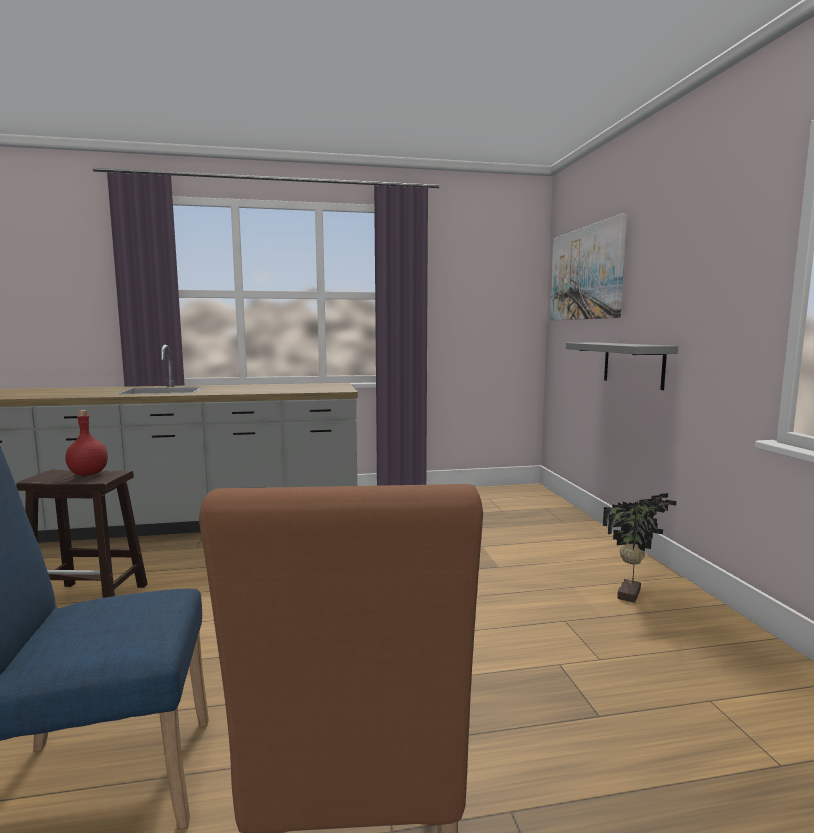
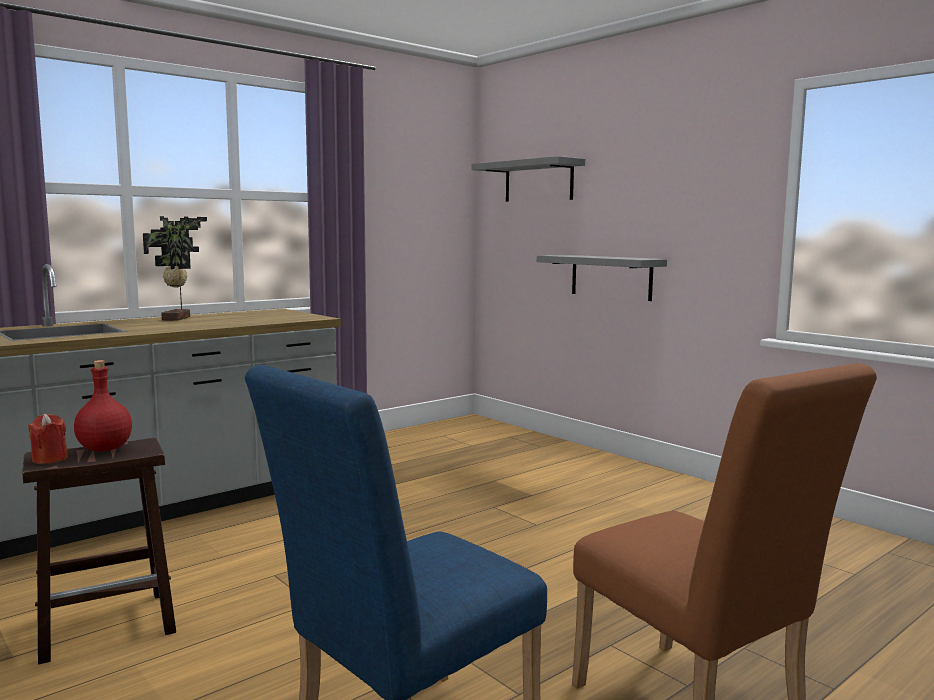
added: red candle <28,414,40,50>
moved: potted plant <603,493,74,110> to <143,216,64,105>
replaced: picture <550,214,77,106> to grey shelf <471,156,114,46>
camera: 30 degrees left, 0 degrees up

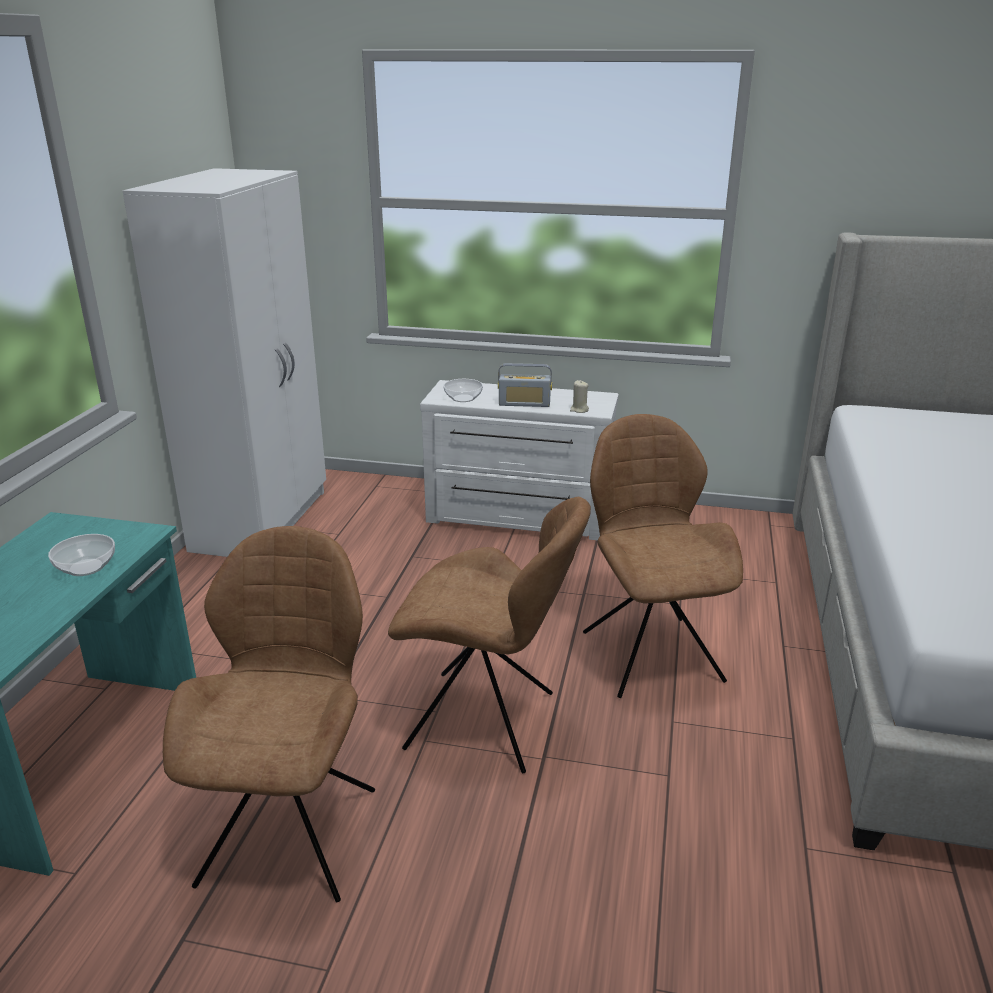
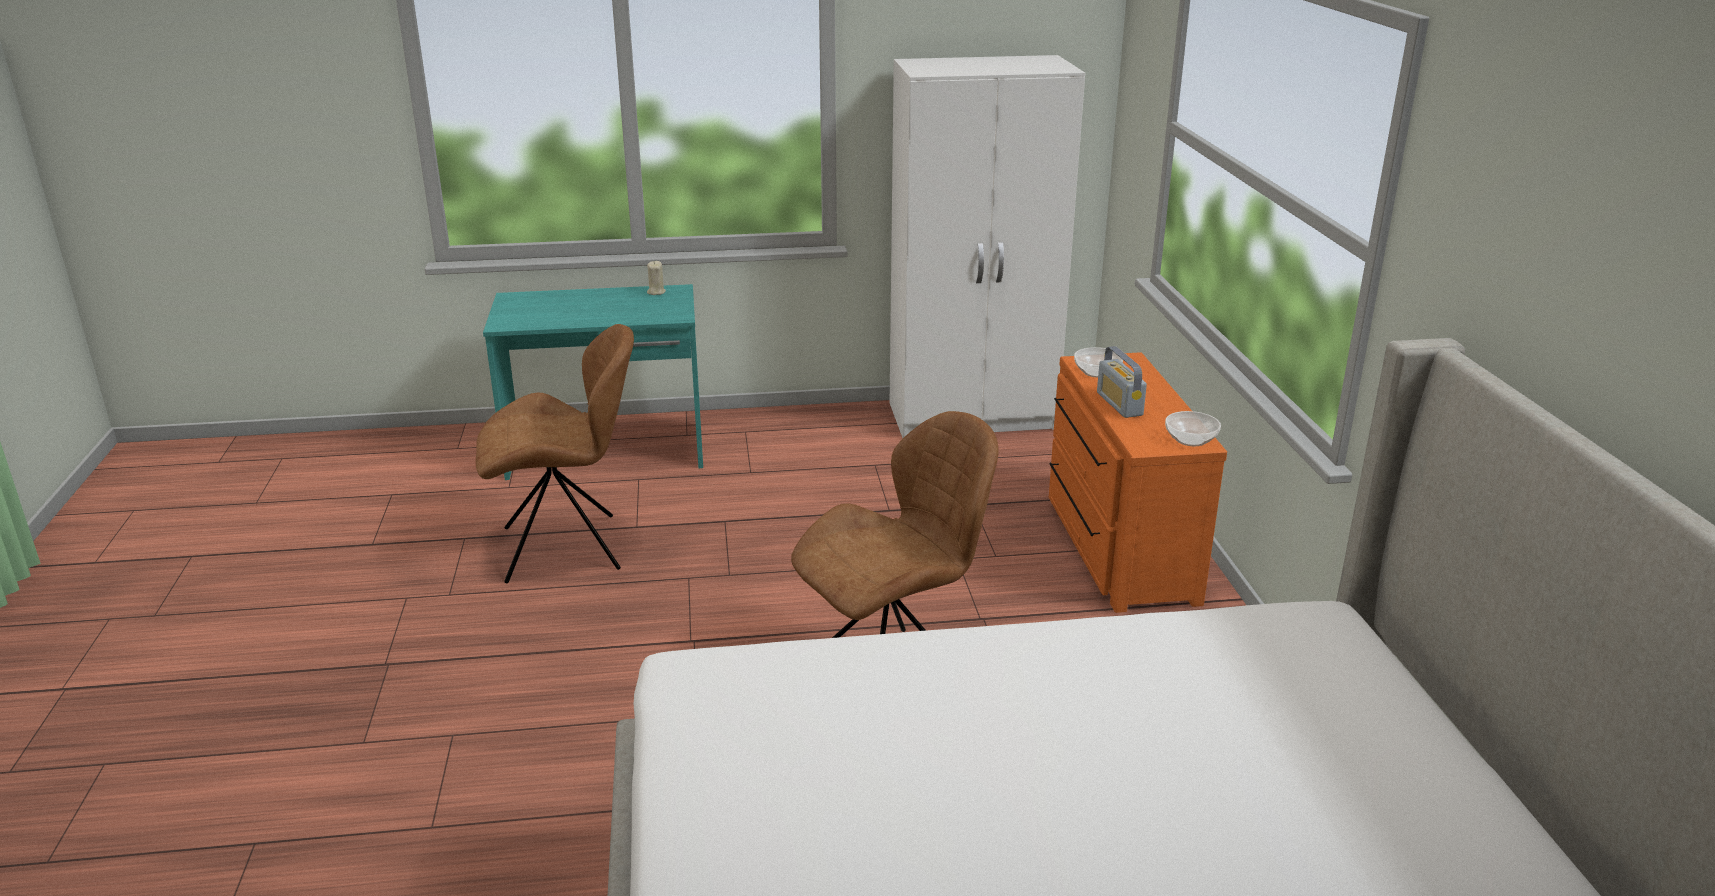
removed: brown chair <388,497,203,276>
moved: bowl <48,534,67,42> to <1165,411,56,35>; beige candle <570,380,19,33> to <647,261,19,34>
recoloured: white dresser <420,380,199,160> to orange dresser <1049,352,178,261>
camera: 70 degrees right, 0 degrees up

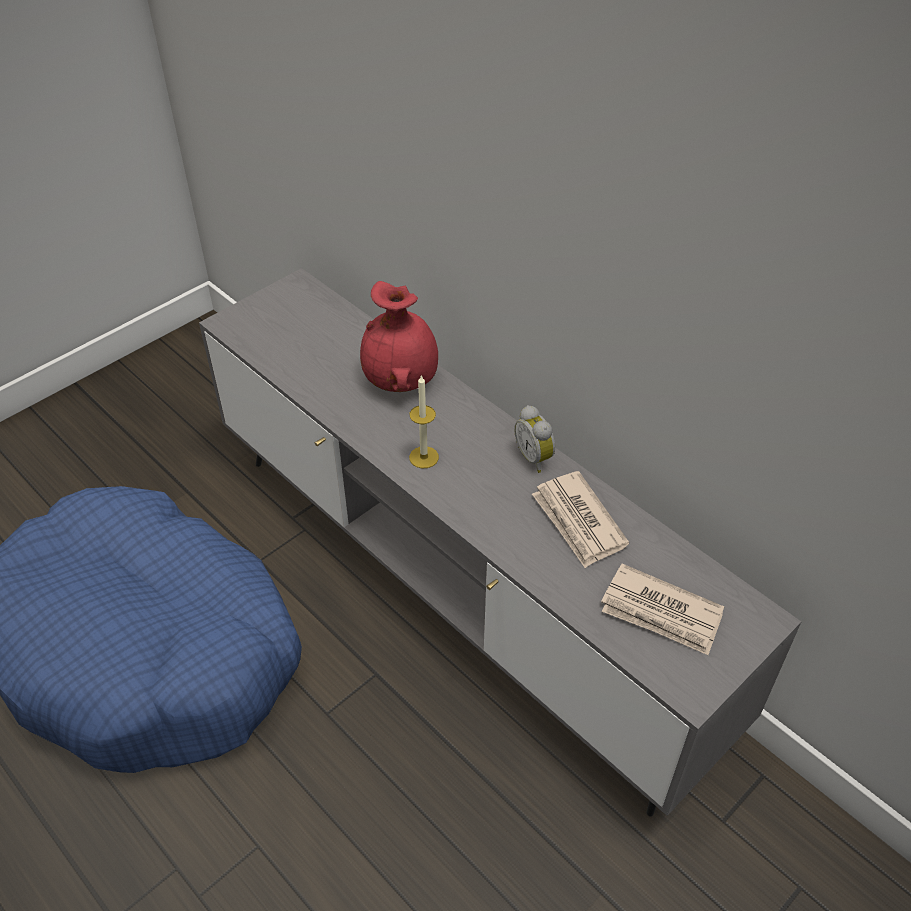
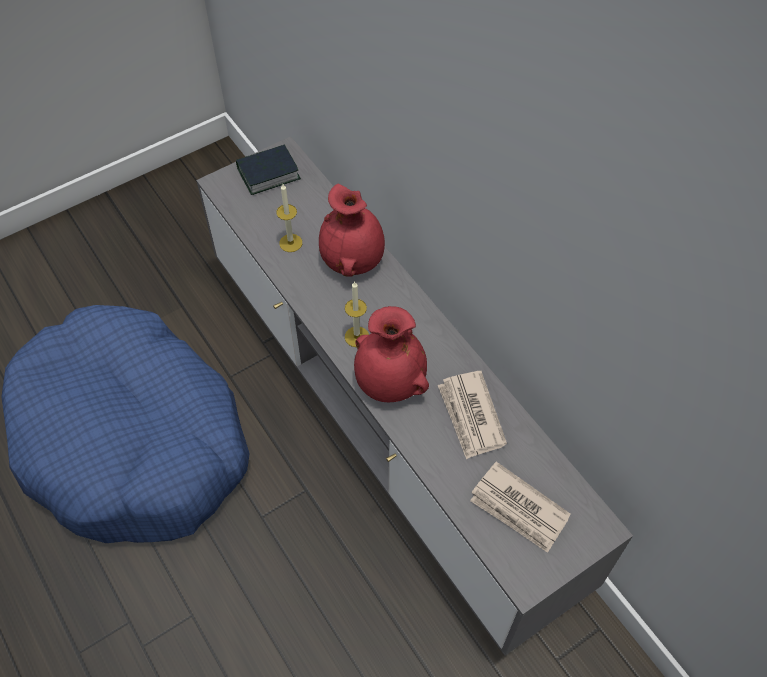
removed: alarm clock <514,405,41,68>
added: book <236,144,65,51>; candle <277,184,25,68>; red vase <354,306,75,96>
camera: 10 degrees right, 10 degrees up

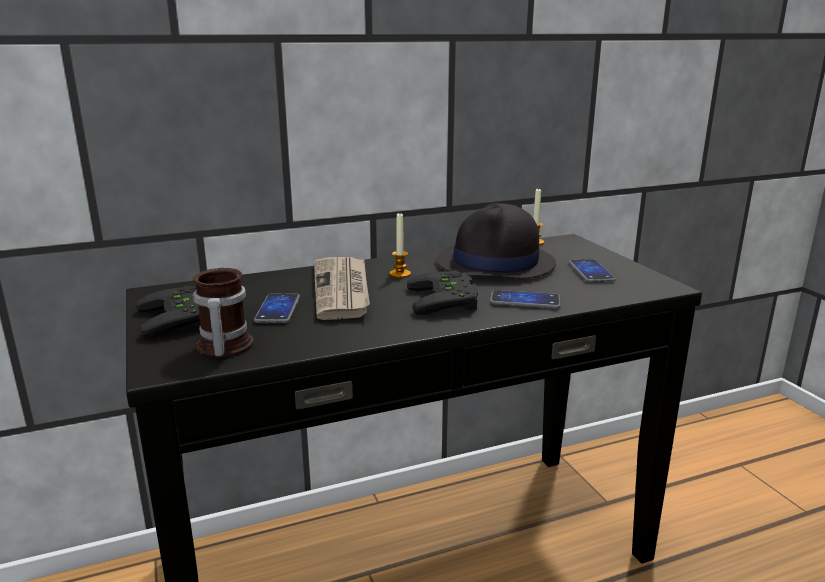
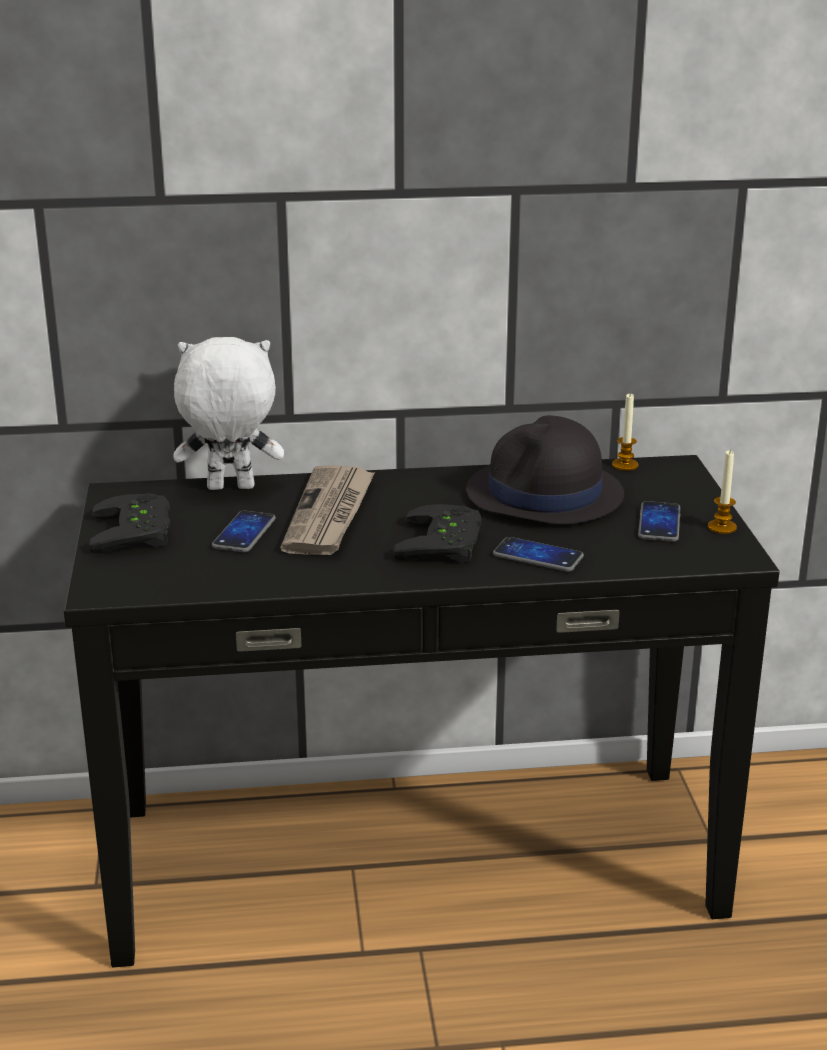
removed: mug <193,268,61,90>
added: white plush toy <173,337,111,153>
moved: candle <389,213,22,65> to <708,450,29,84>
camera: 15 degrees right, 5 degrees up

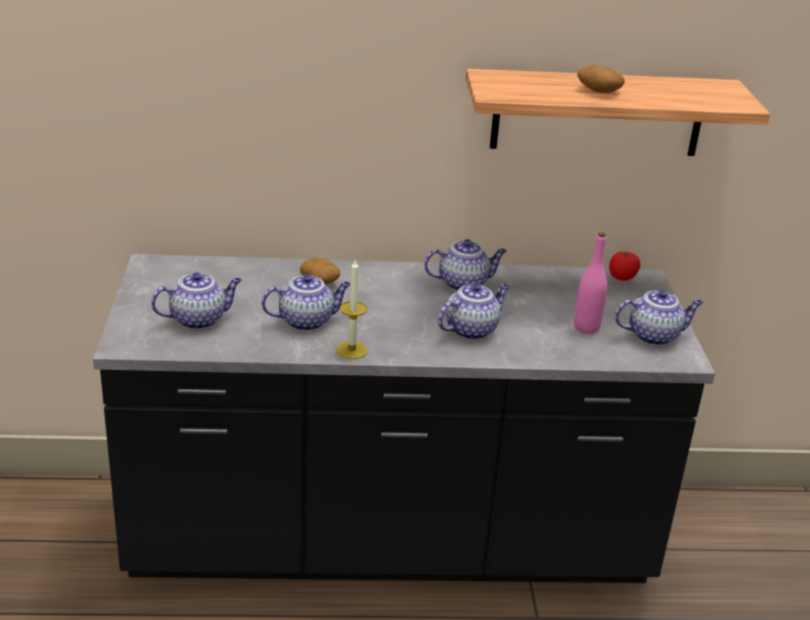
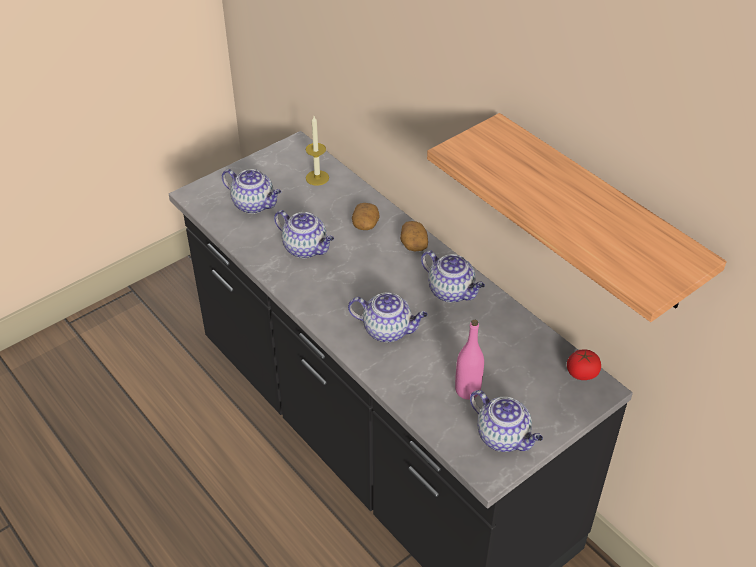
moved: candle <336,259,32,100> to <306,116,23,70>; potato <578,65,47,28> to <400,221,28,30>
camera: 55 degrees right, 15 degrees up

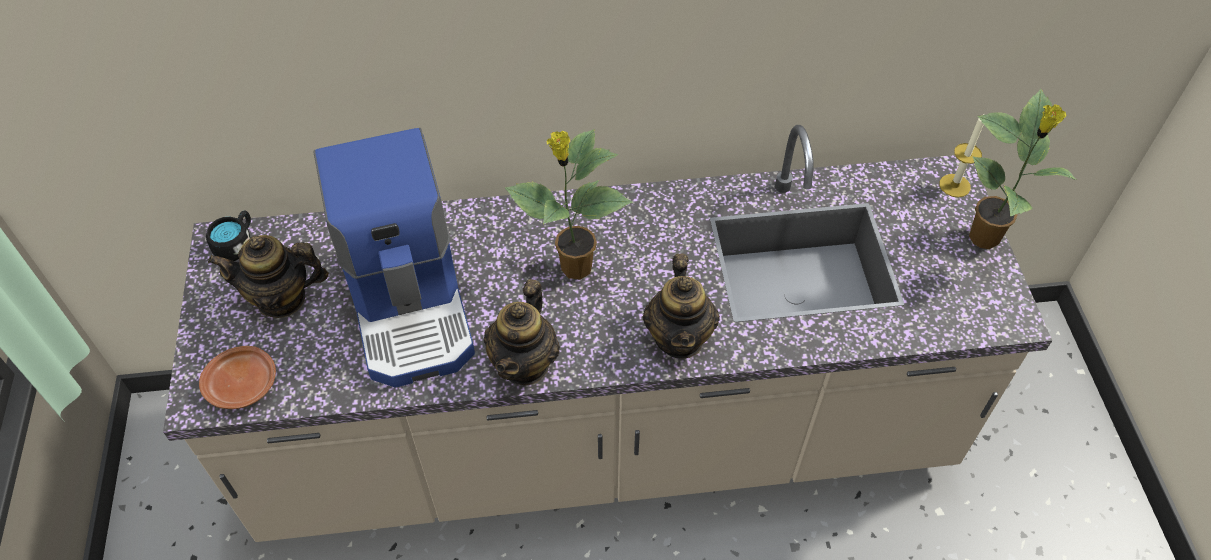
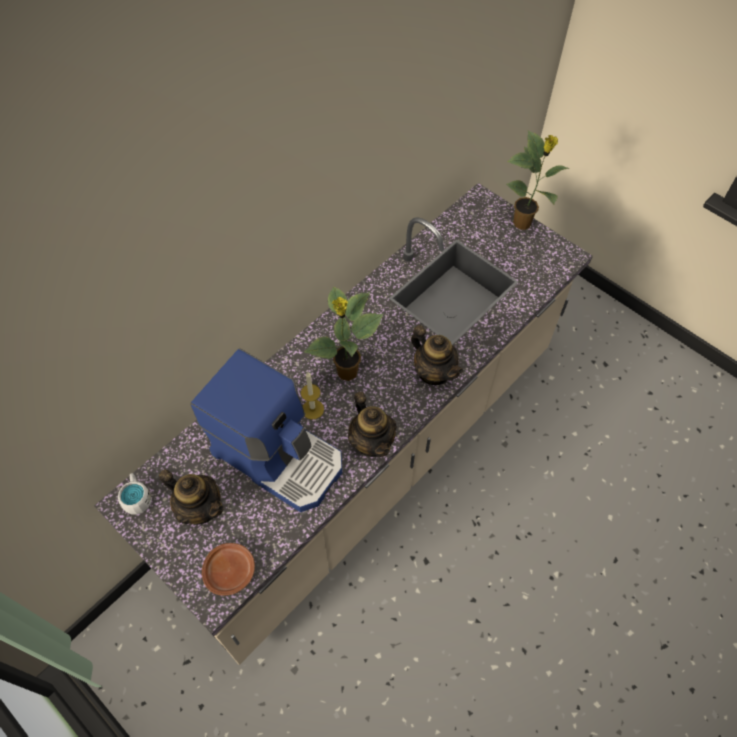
moved: candle <939,114,45,83> to <301,372,23,48>
recoloured: black mug <206,210,45,51> to white mug <118,473,34,42>
turned: teapot <208,235,121,83> = <159,469,65,56> 105 degrees counterclockwise
camera: 40 degrees left, 5 degrees up

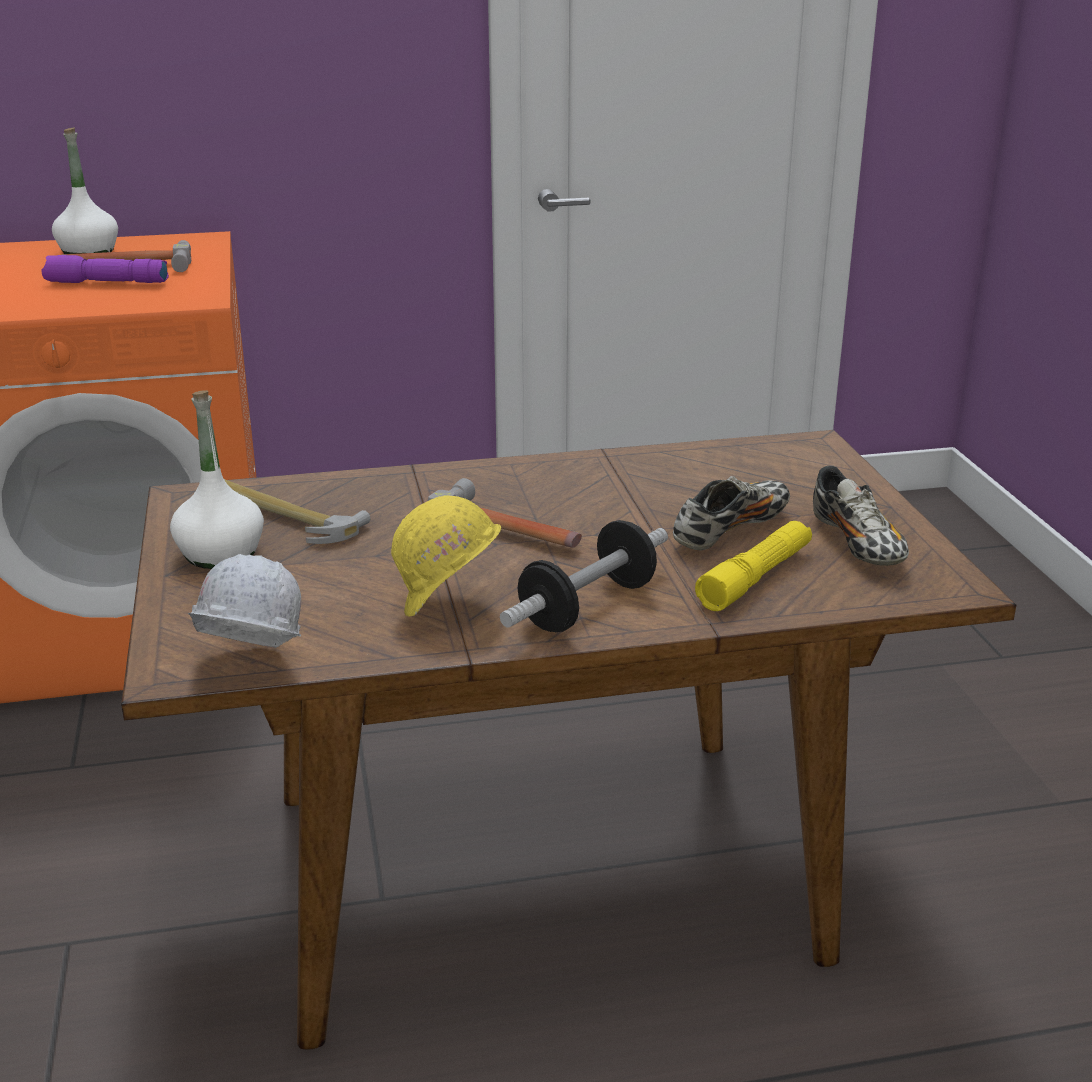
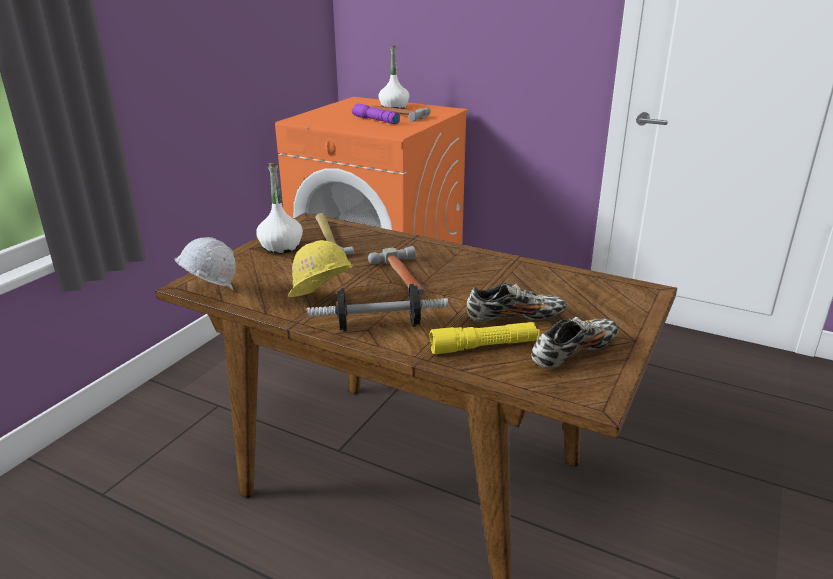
turned: shoe <813,466,96,100> = <531,317,87,52> 150 degrees counterclockwise
camera: 40 degrees right, 0 degrees up

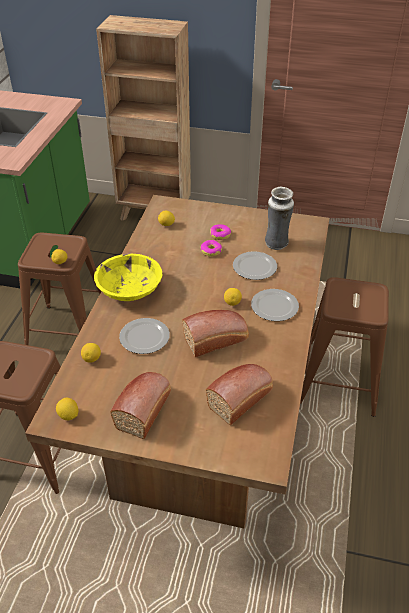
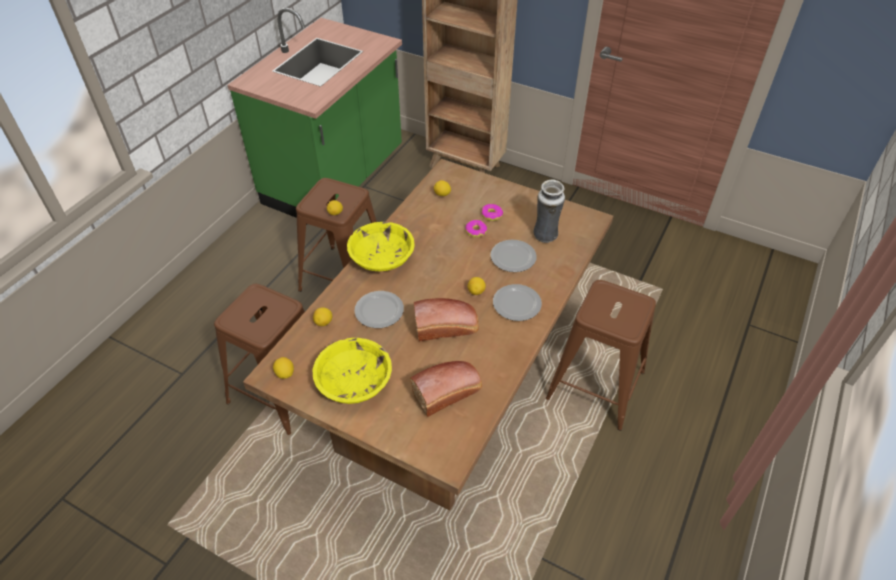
replaced: bread <110,372,61,67> to yellow bowl <312,338,80,66>
camera: 15 degrees right, 5 degrees up

